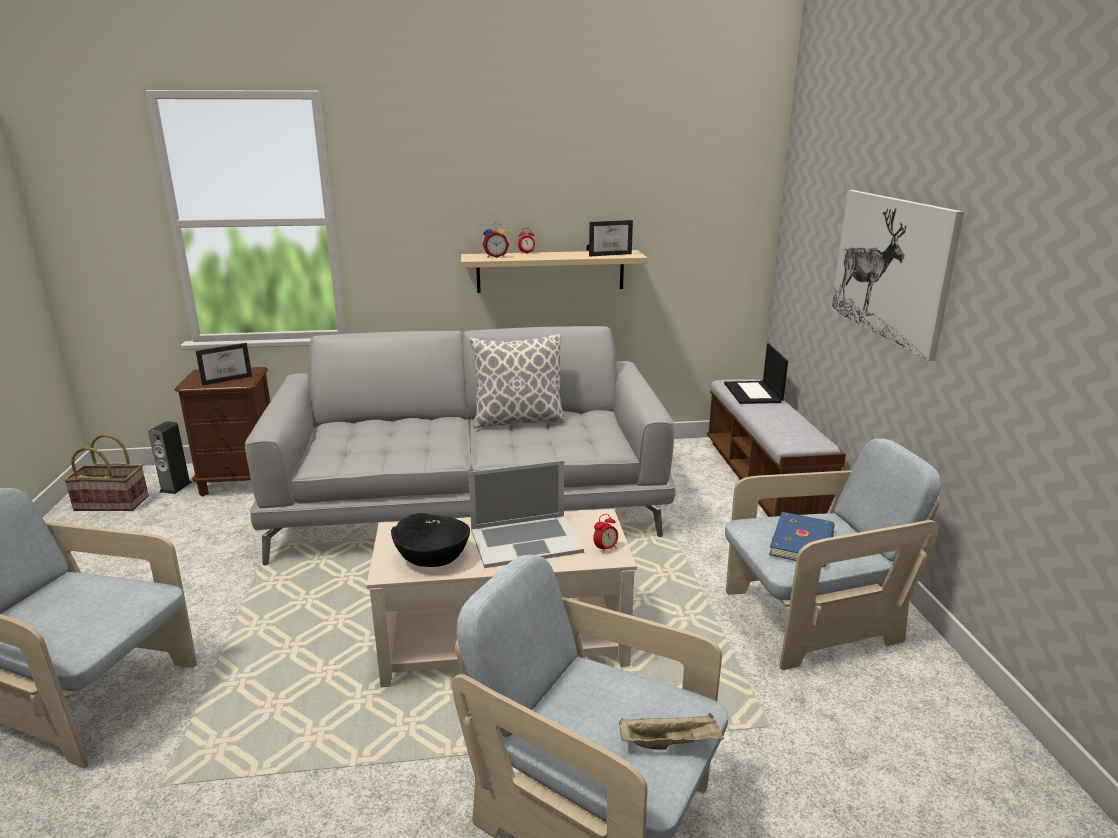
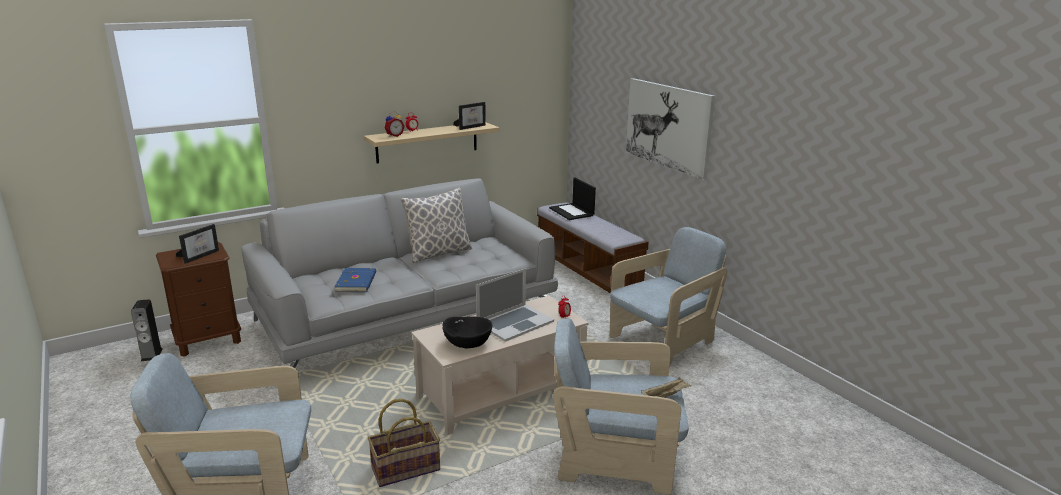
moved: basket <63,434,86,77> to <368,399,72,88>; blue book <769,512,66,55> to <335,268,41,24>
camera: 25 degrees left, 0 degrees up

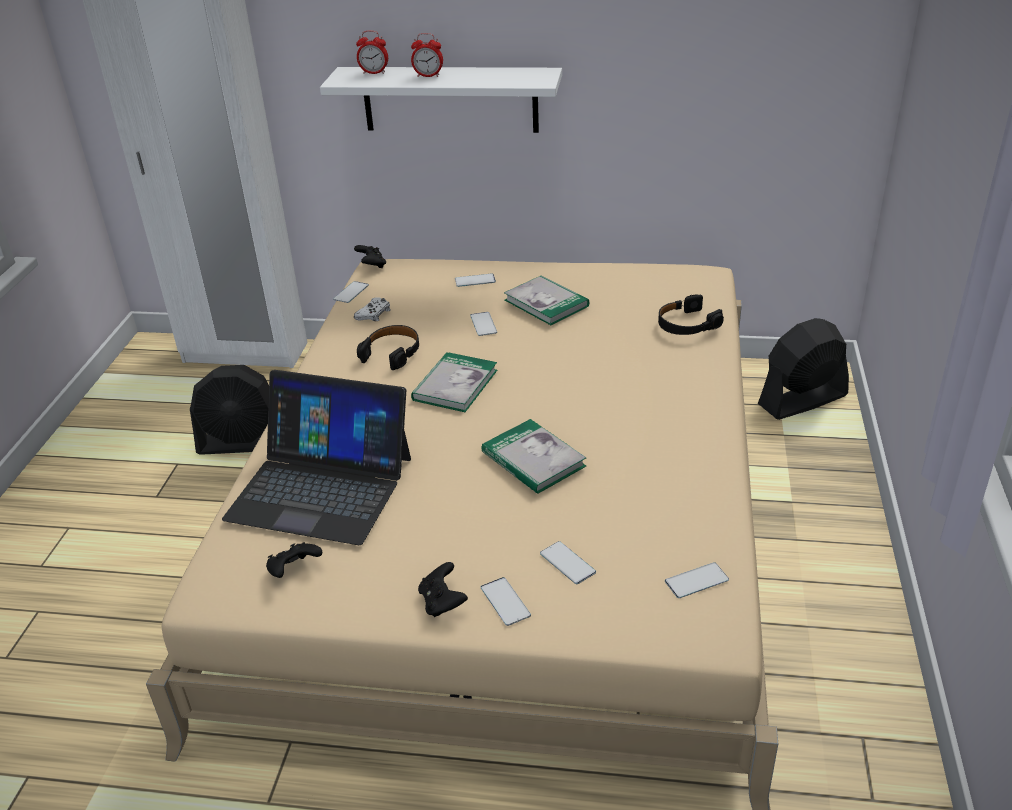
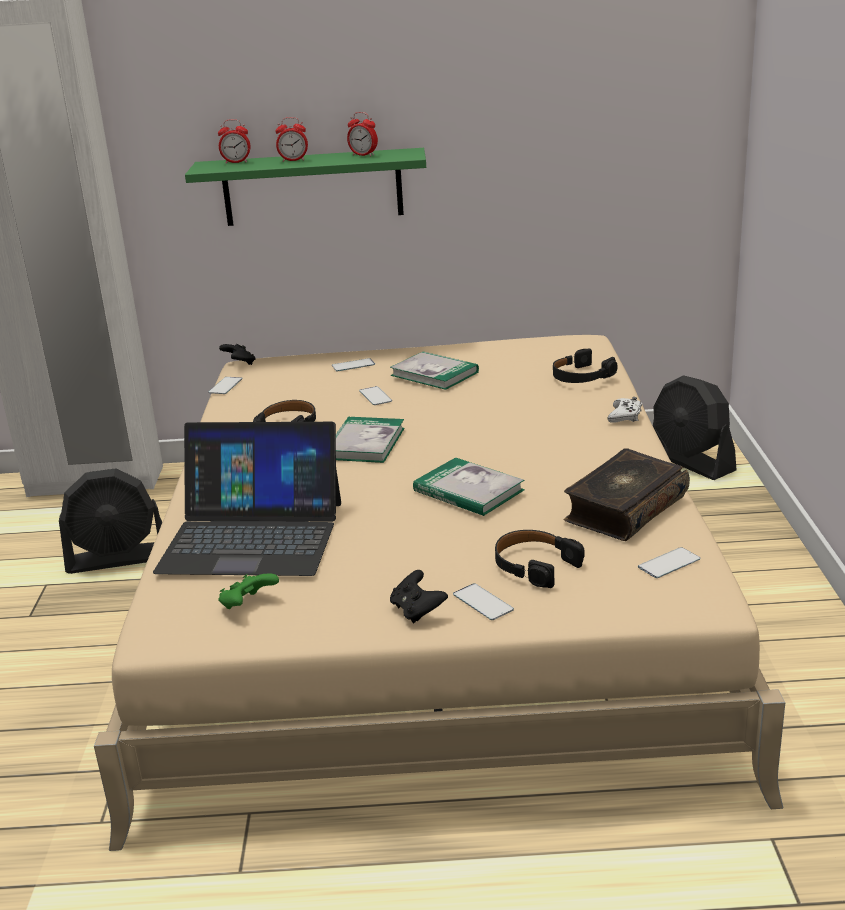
added: alarm clock <347,112,31,44>; book <564,448,126,93>
moved: white game controller <354,297,37,24> to <608,397,34,26>
replaced: phone <540,541,56,43> to black headphones <495,530,90,58>
recoloured: black game controller <266,542,56,36> to green game controller <218,574,61,35>; white shelf <320,67,242,66> to green shelf <185,148,241,78>
turned: black fan <758,318,91,102> = <653,375,84,105> 90 degrees counterclockwise
camera: 10 degrees left, 10 degrees down

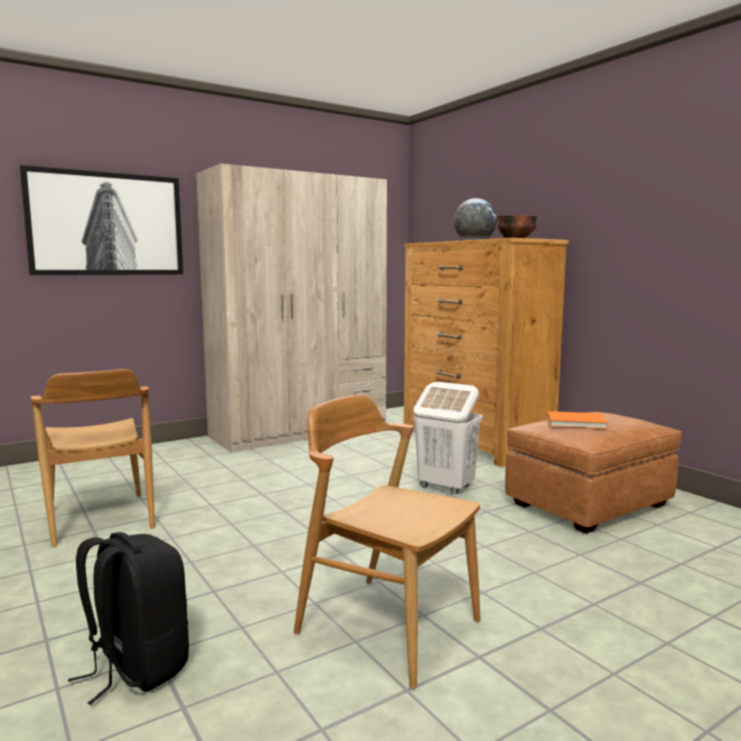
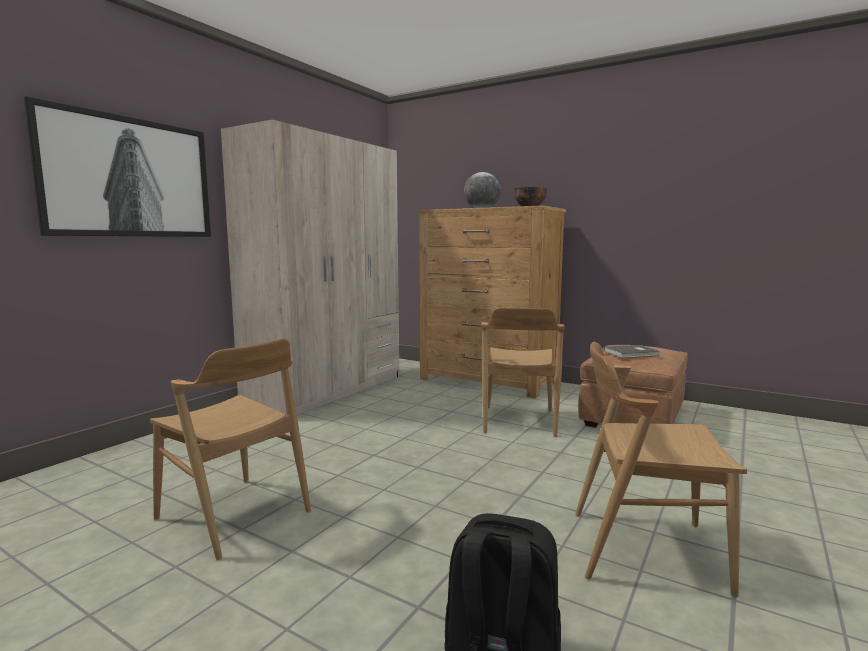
replaced: white laundry basket <414,382,68,112> to brown chair <481,307,84,130>
recoloured: orange book <547,411,61,18> to grey book <604,345,56,13>
camera: 25 degrees left, 0 degrees up

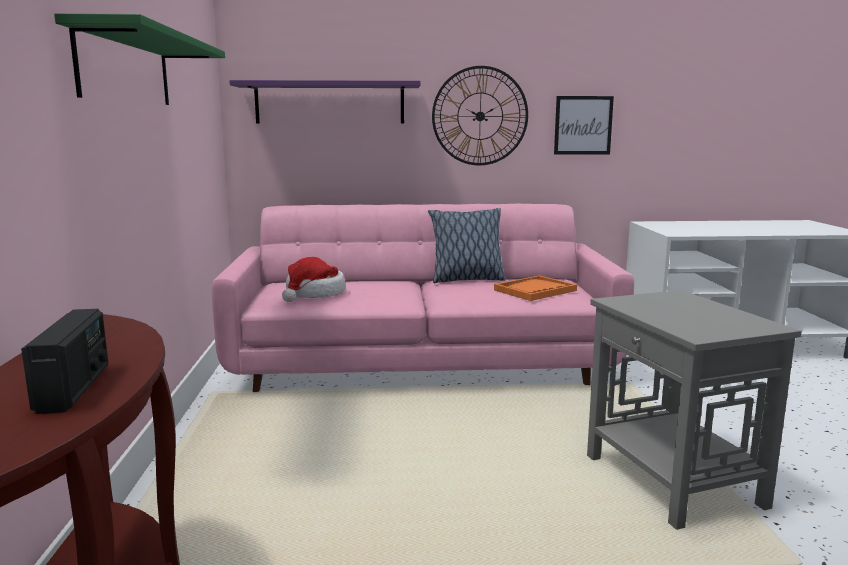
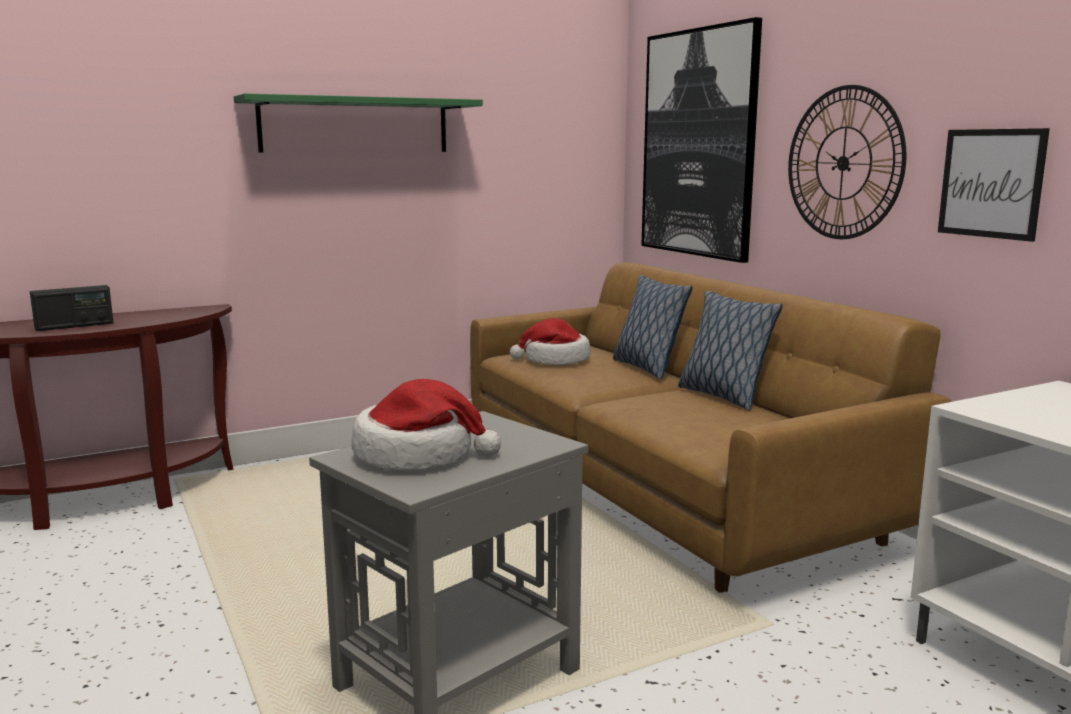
removed: orange tray <494,275,83,26>
added: hat <351,379,150,92>; pillow <613,275,80,104>
replaced: purple shelf <229,80,192,44> to picture <641,17,121,246>
recoloured: pink sofa <212,204,422,188> to brown sofa <470,263,482,330>
camera: 65 degrees right, 0 degrees up

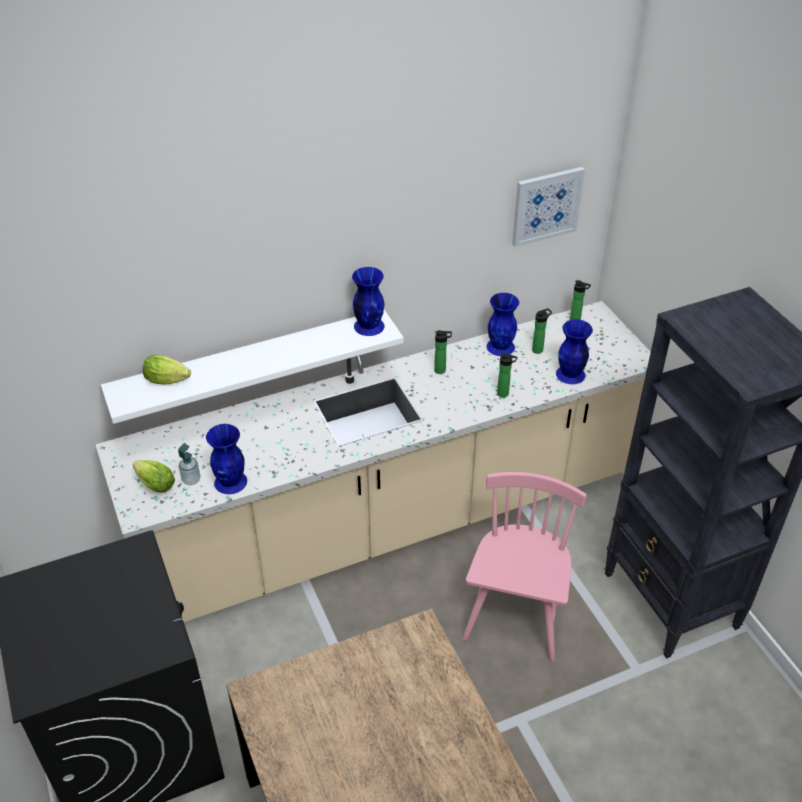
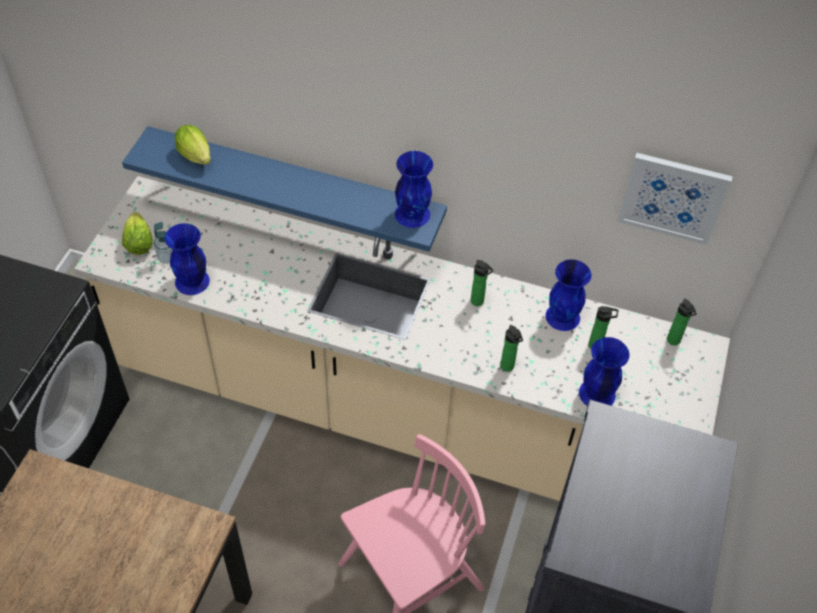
recoloured: white shelf <101,310,303,114> to blue shelf <122,126,325,126>
camera: 40 degrees right, 10 degrees up

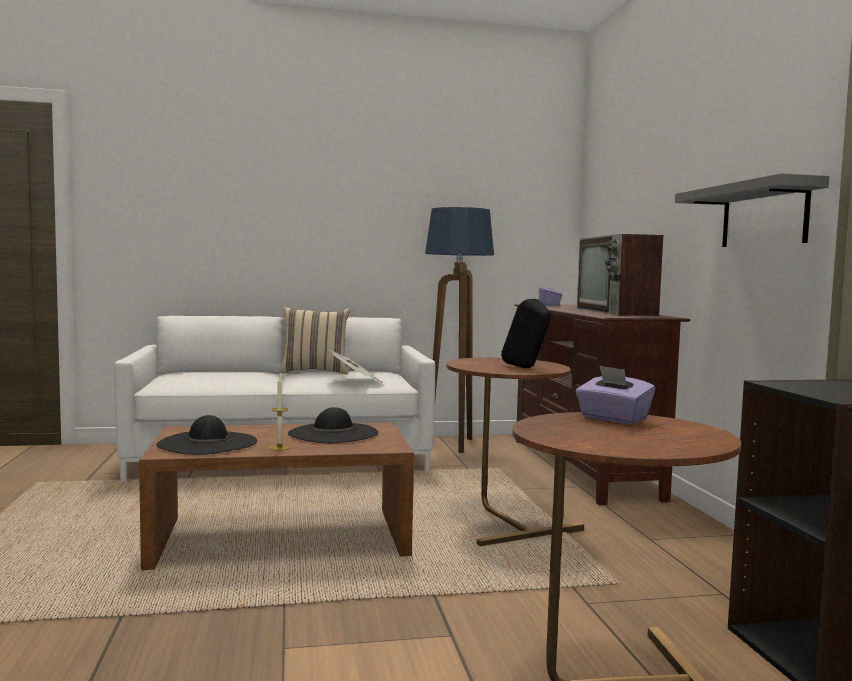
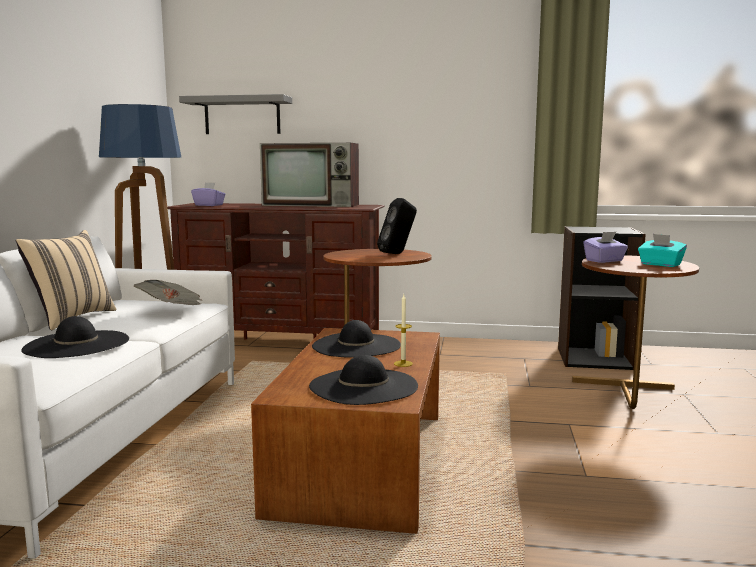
added: black hat <21,316,108,42>; turquoise tissue box <638,234,49,33>
moved: grey shelf <675,173,154,74> to <179,94,113,40>
camera: 70 degrees left, 5 degrees up

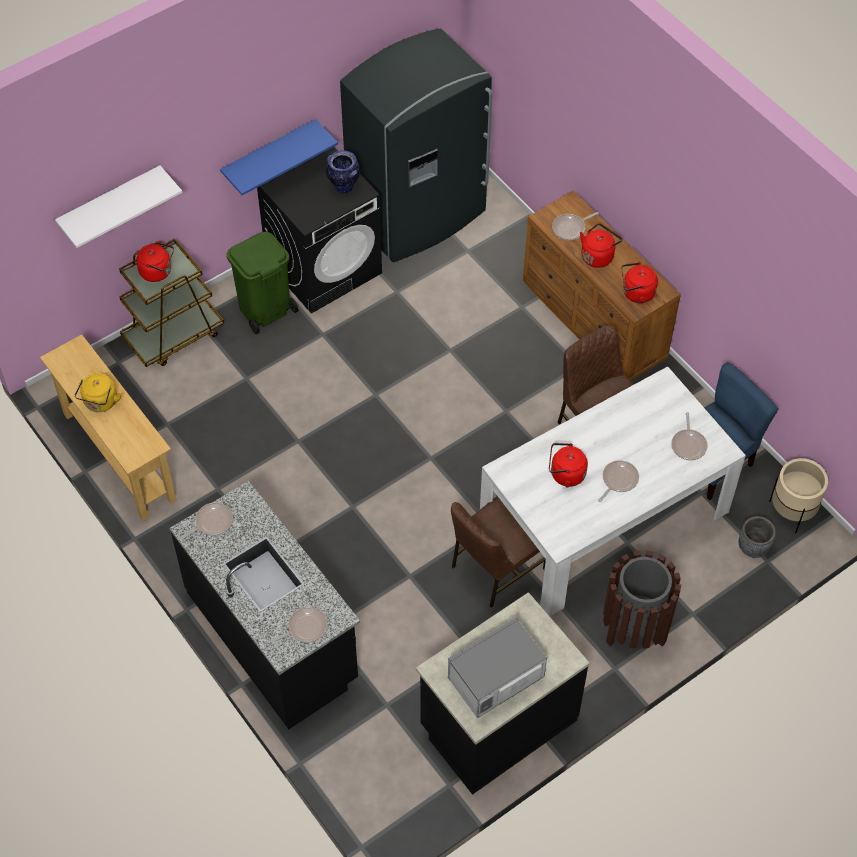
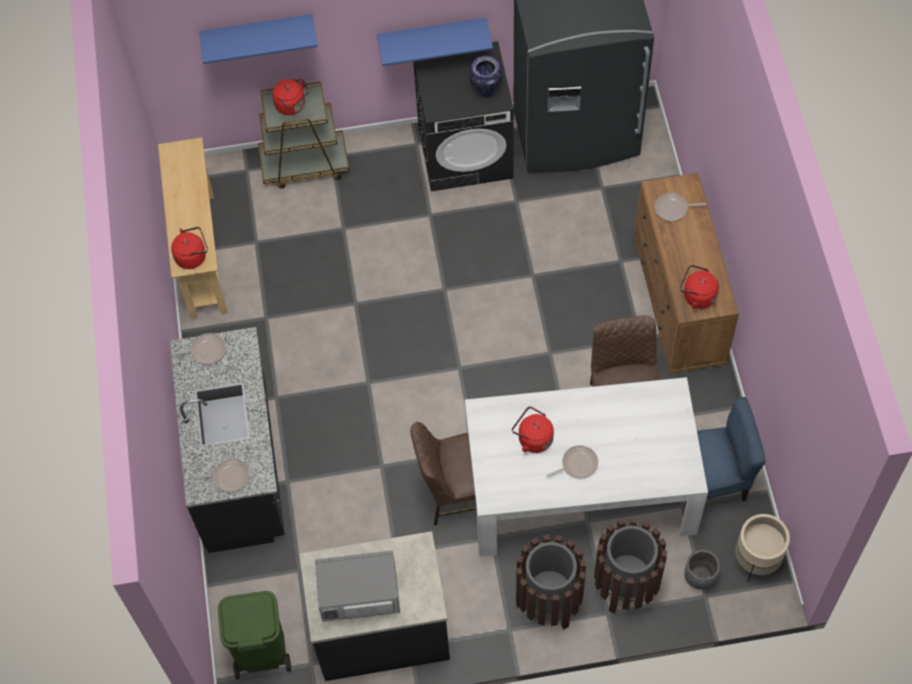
removed: yellow kettle <75,373,46,39>; frying pan <671,412,37,48>
added: brown trash can <594,518,73,96>
moved: green trash can <227,232,72,102> to <218,591,73,88>; red kettle <580,223,42,45> to <171,227,37,42>
recoloured: white shelf <55,165,127,83> to blue shelf <199,14,119,50>
camera: 30 degrees right, 5 degrees up

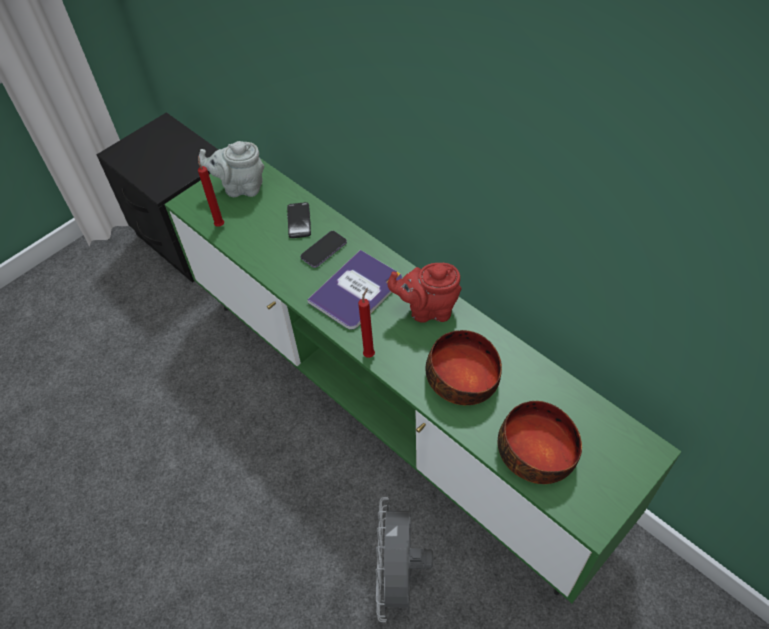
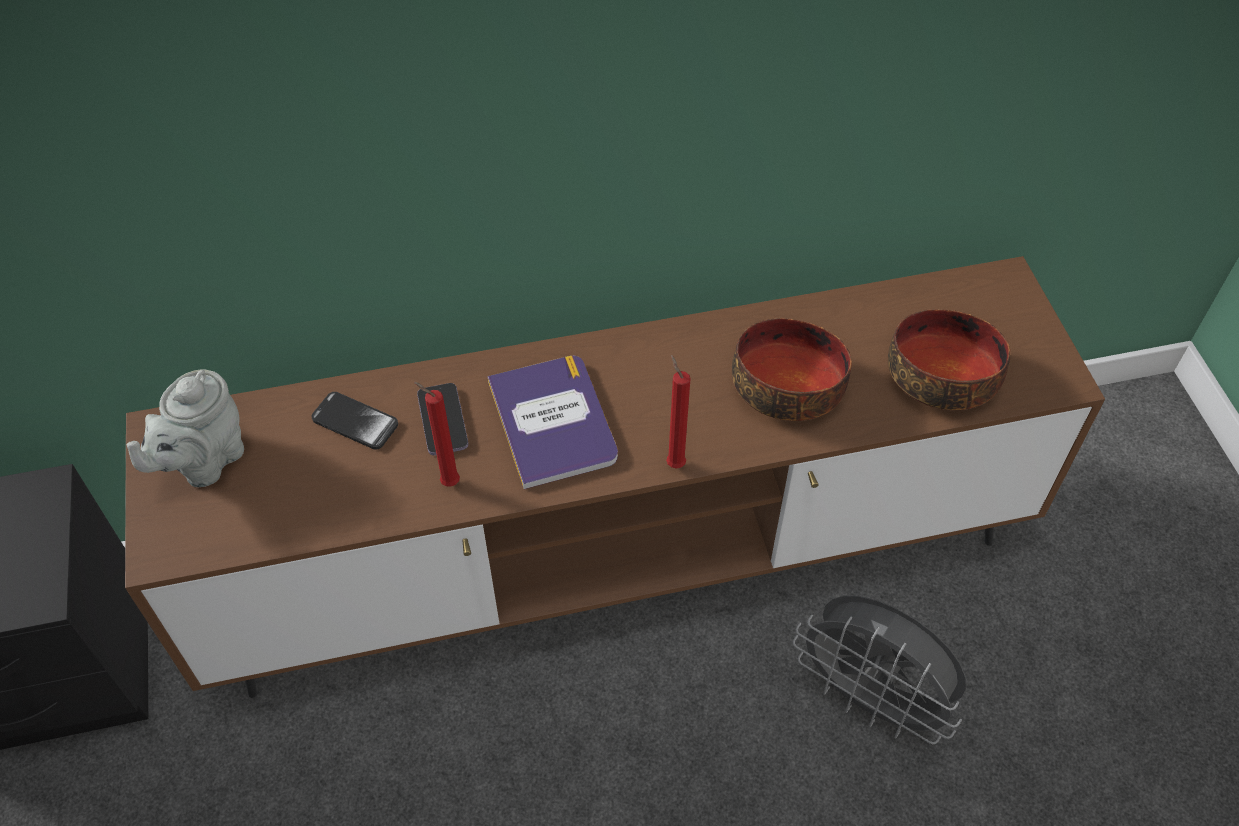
removed: red teapot <387,263,75,60>
moved: red candle <198,156,26,71> to <414,382,46,105>
recoloured: green tv stand <164,158,518,445> to brown tv stand <125,256,980,442>
camera: 60 degrees left, 0 degrees up

